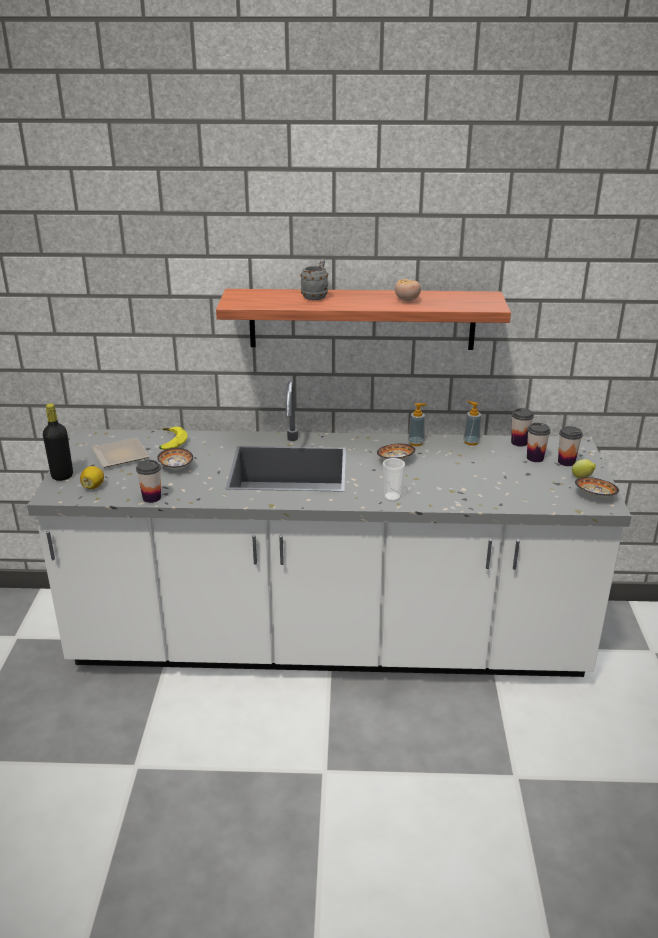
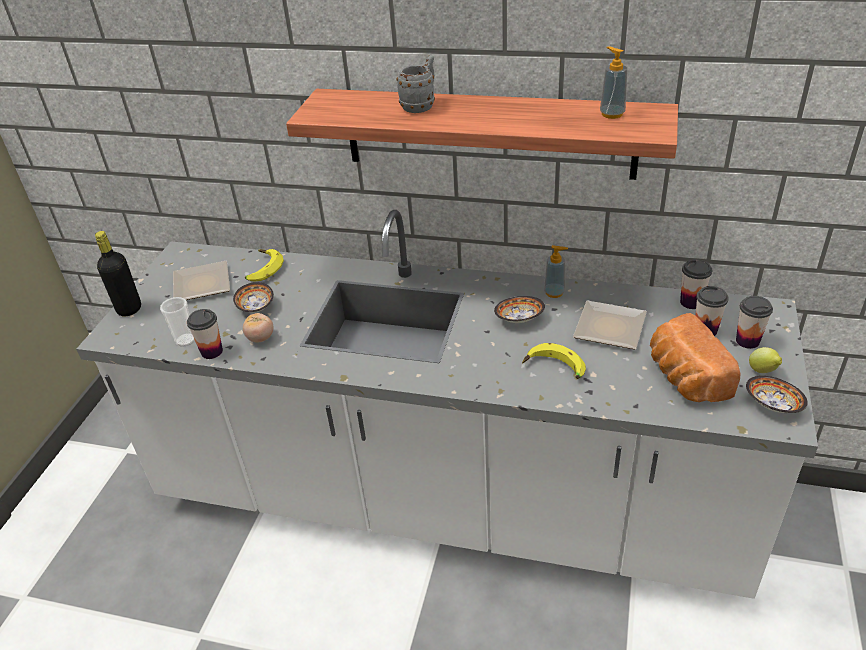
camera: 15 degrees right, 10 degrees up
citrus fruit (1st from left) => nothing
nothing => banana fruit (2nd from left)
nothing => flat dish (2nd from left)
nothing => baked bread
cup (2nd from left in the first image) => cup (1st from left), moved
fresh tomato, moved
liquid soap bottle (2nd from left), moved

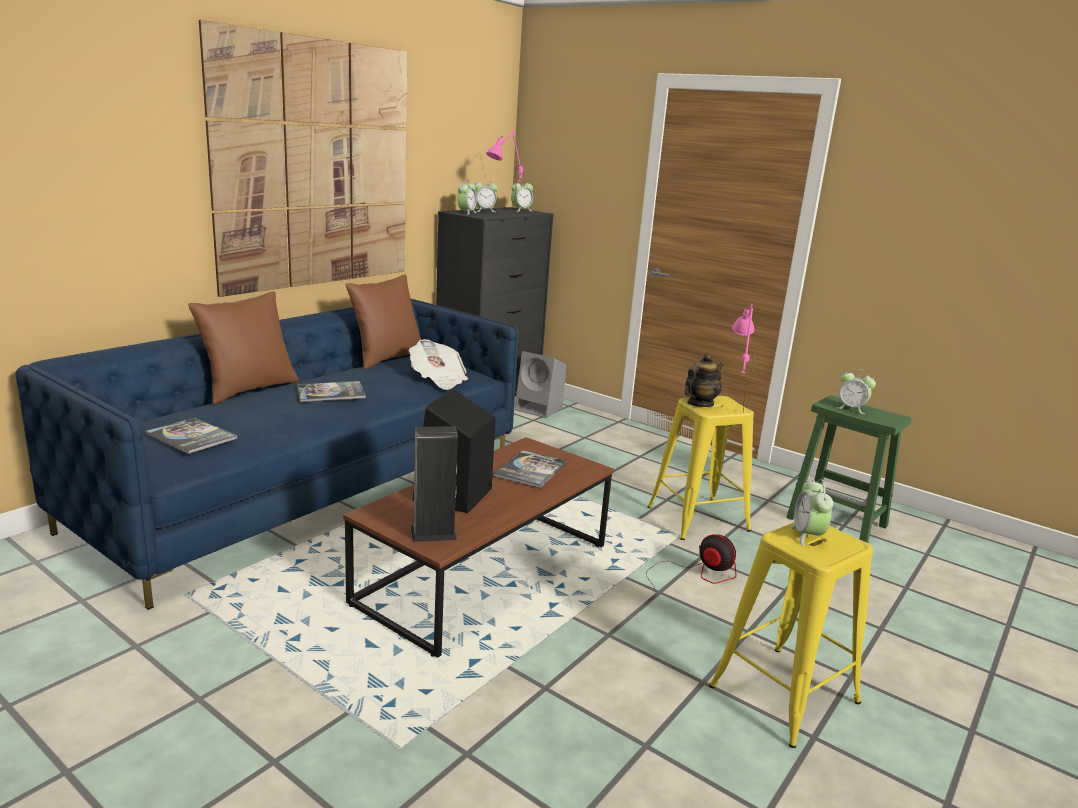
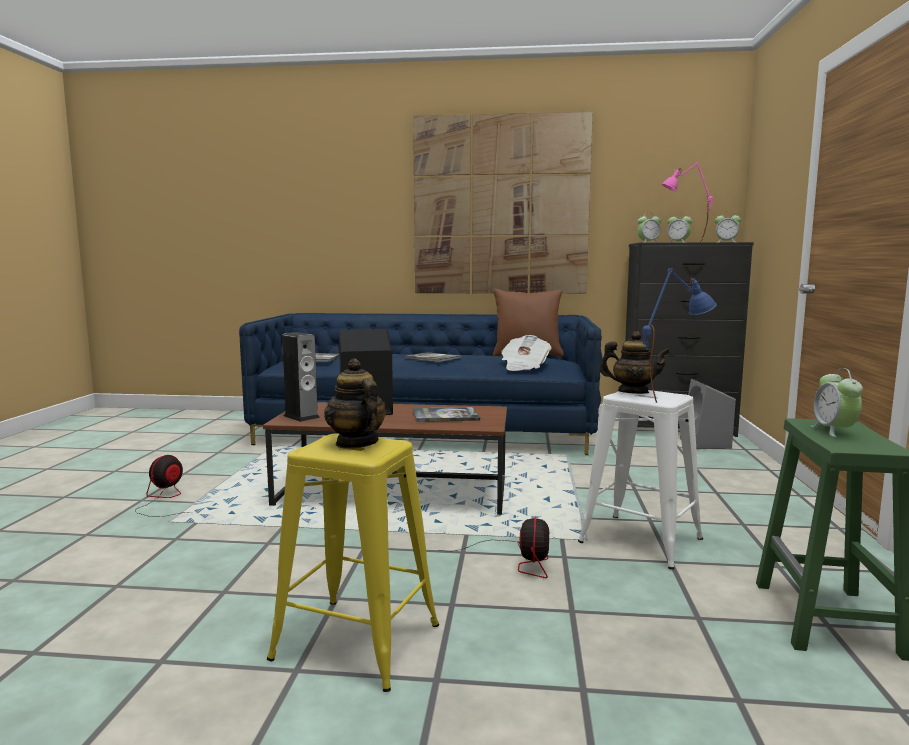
camera: 60 degrees right, 10 degrees down
brownish pillow (1st from left) => nothing
nothing => fan (1st from left)
bedside clock (4th from left) => tea pot (1st from left)
yellowish stool seat (1st from left) => whitish stool seat
pink lamp for a table (2nd from left) => blue lamp for a table

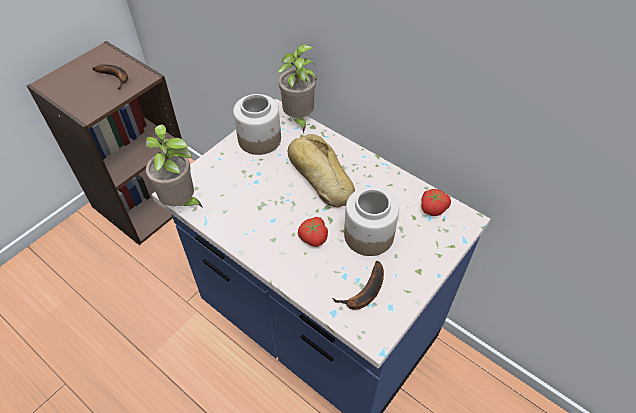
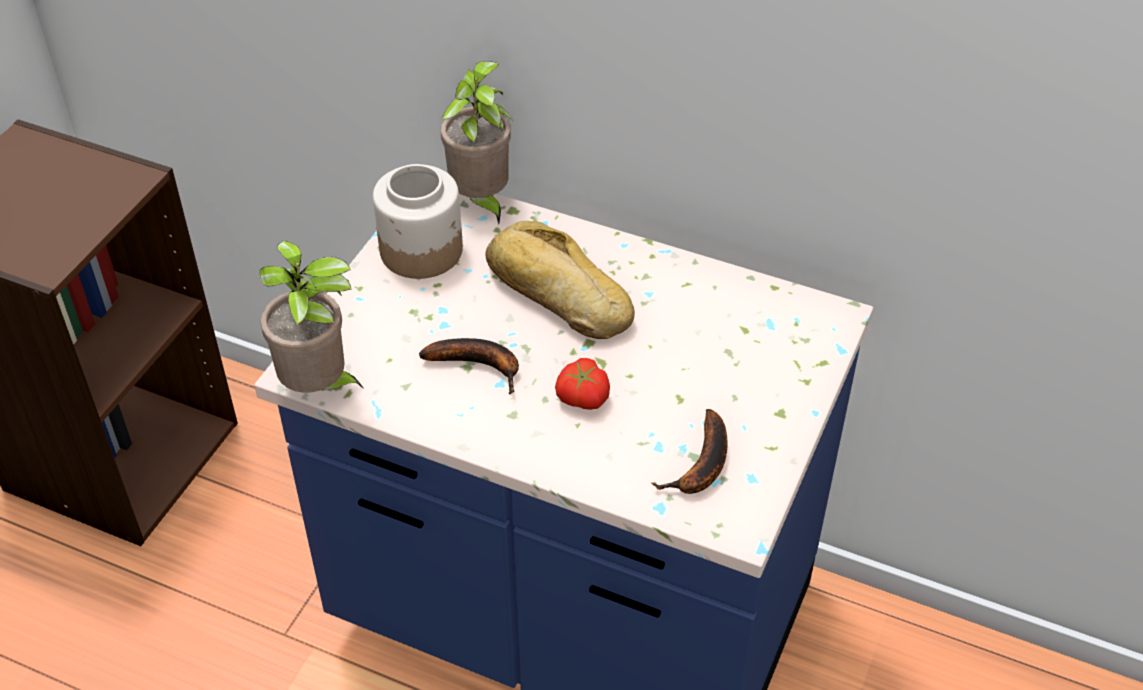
camera: 15 degrees left, 5 degrees down
jar (2nd from left) => nothing
fresh tomato (2nd from left) => nothing
banana fruit (1st from left), moved

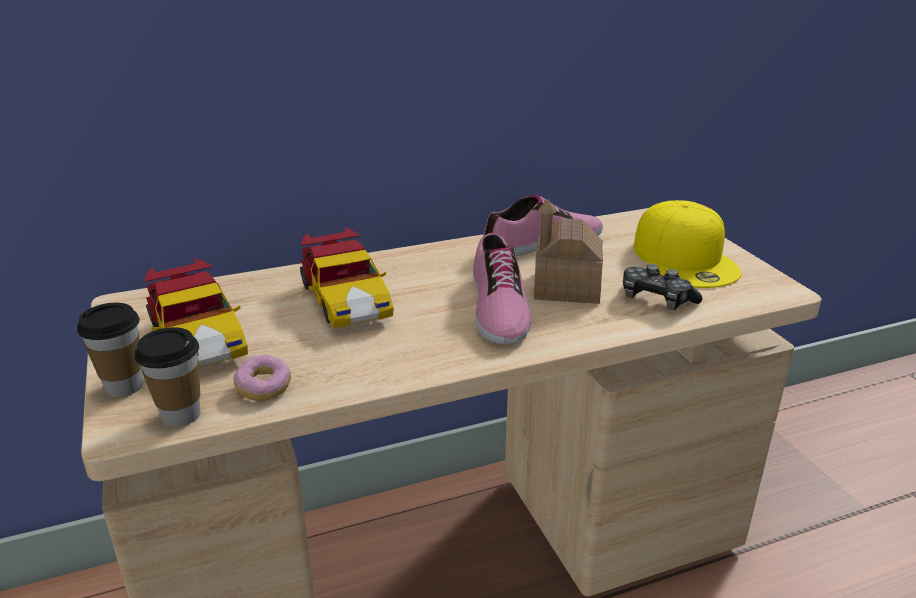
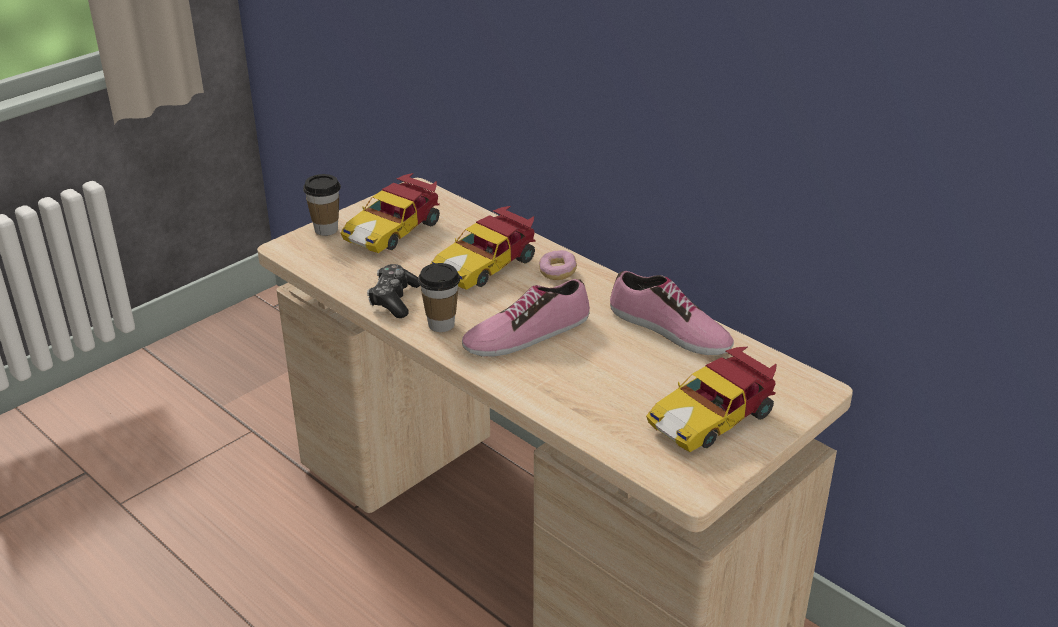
camera: 65 degrees right, 5 degrees up
toy house => nothing
cup (2nd from left), moved
doughnut, moved
gamepad, moved
yellowish peaked cap => miniature car (3rd from left)

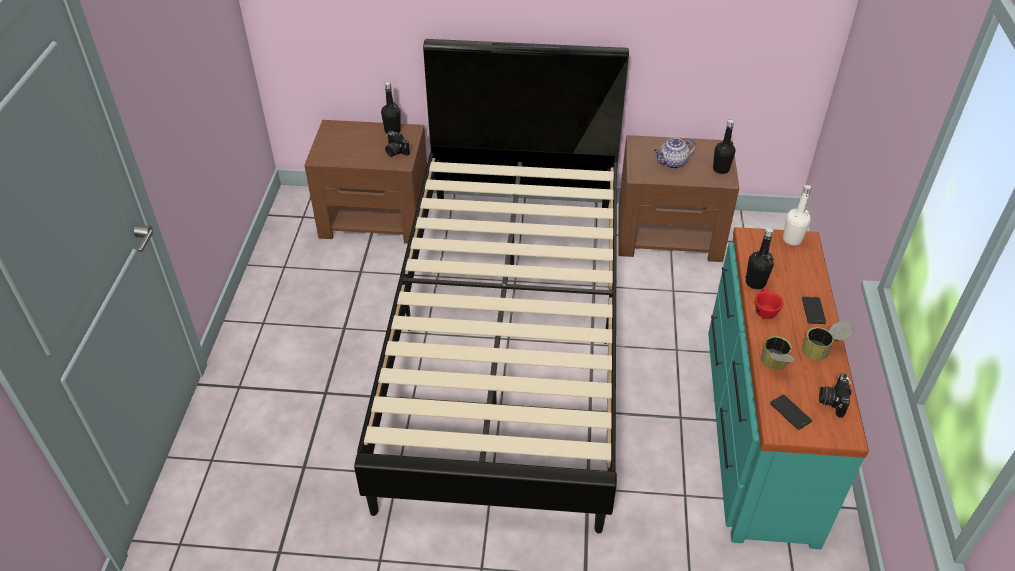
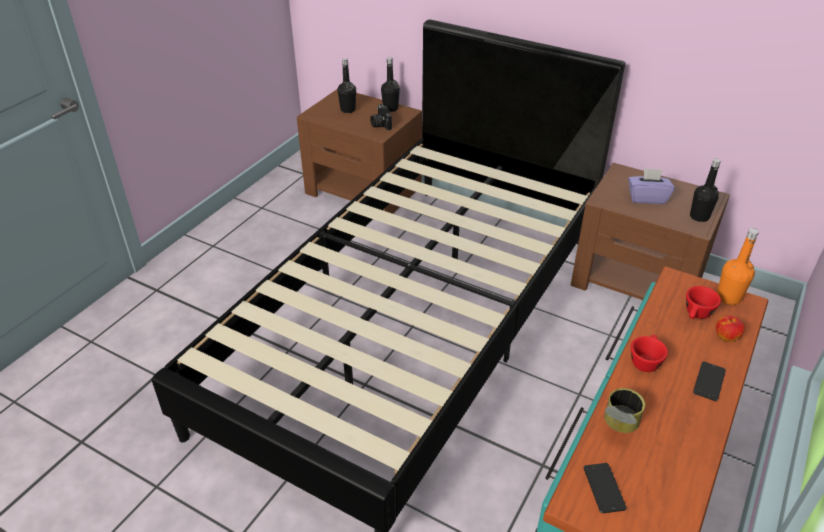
camera: 25 degrees right, 5 degrees down
can (2nd from left) => nothing
still camera (2nd from left) => nothing
nothing => reddish cup (2nd from left)
nothing => apple
black-coloured bottle (3rd from left in the first image) => black-coloured bottle (1st from left), moved
tea pot => purple-coloured tissue holder
whitish bottle => orange-coloured bottle

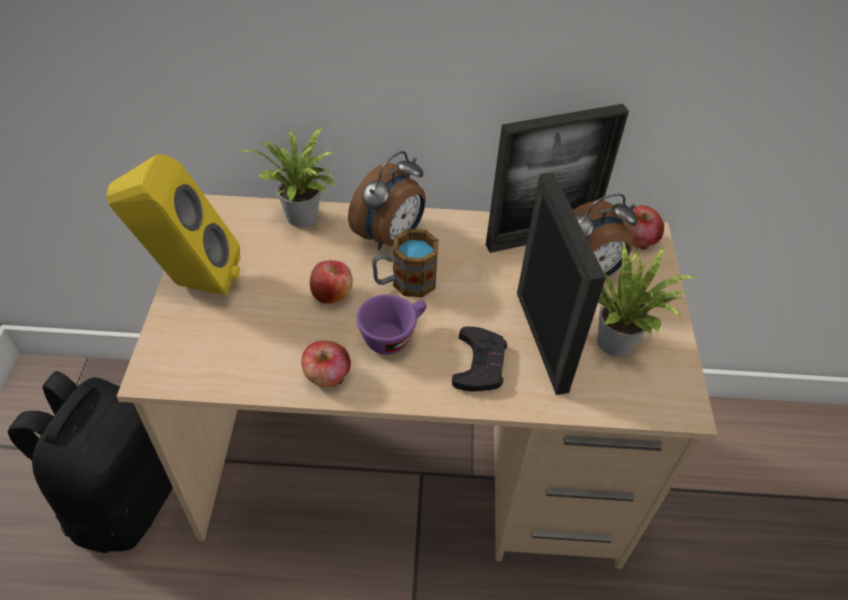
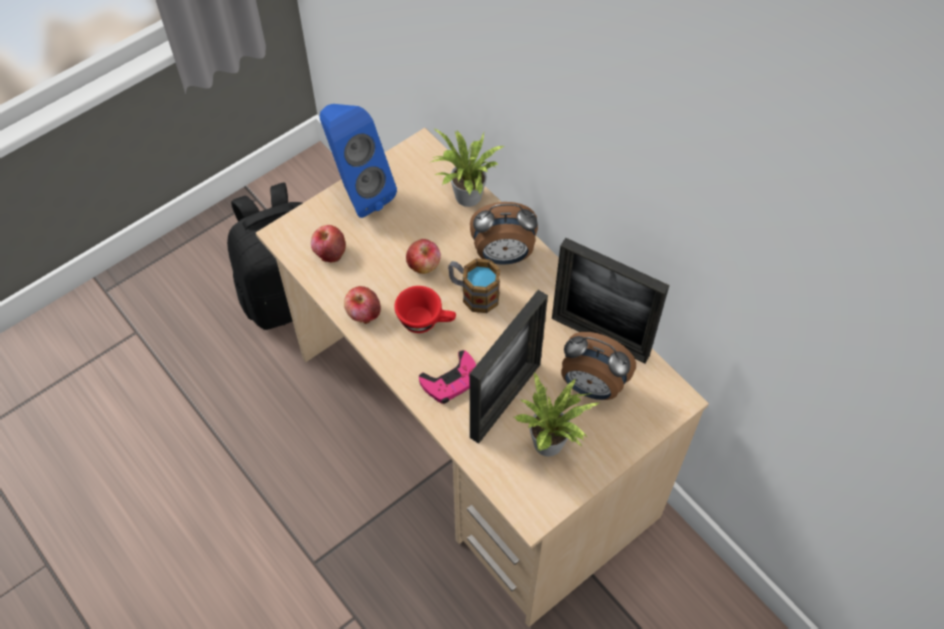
camera: 50 degrees right, 10 degrees up
apple (3rd from left in the first image) => apple (1st from left), moved
yellowish speaker => blue speaker
purple-coloured cup => reddish cup
black-coloured gamepad => pink gamepad

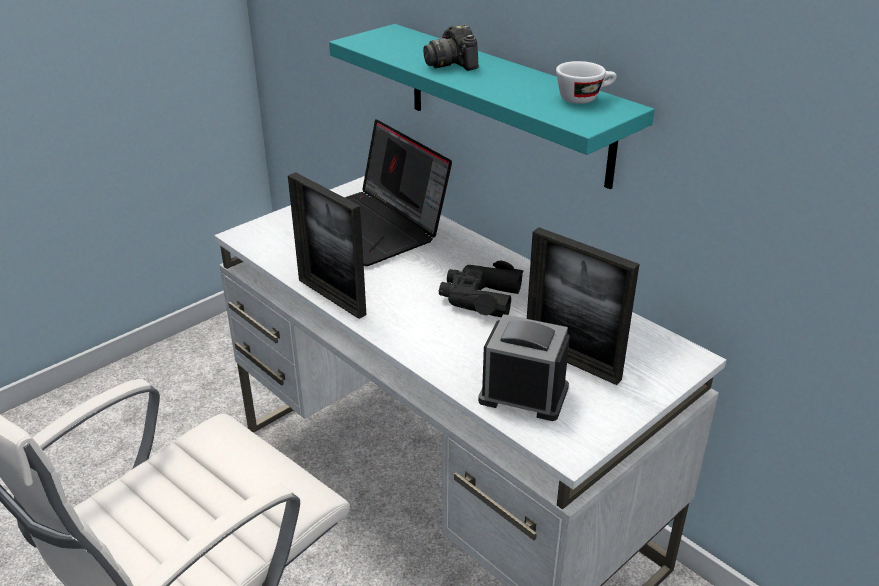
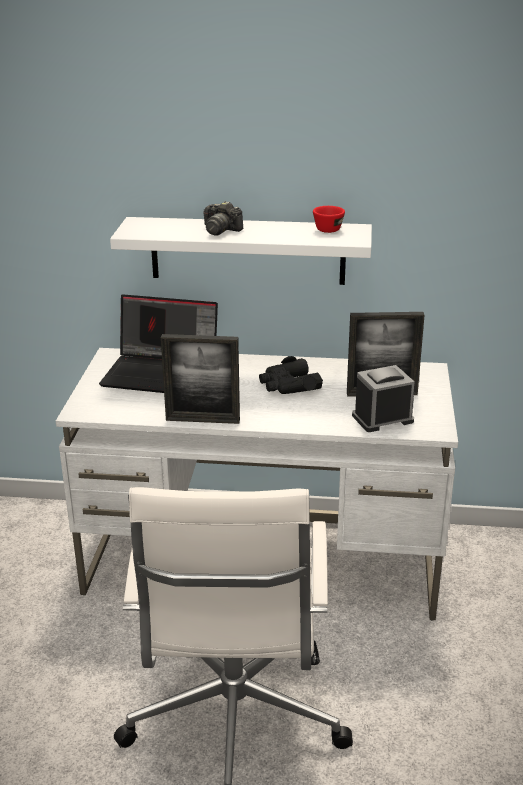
camera: 40 degrees left, 5 degrees down
turquoise-coloured shelf => whitish shelf
whitish cup => reddish cup

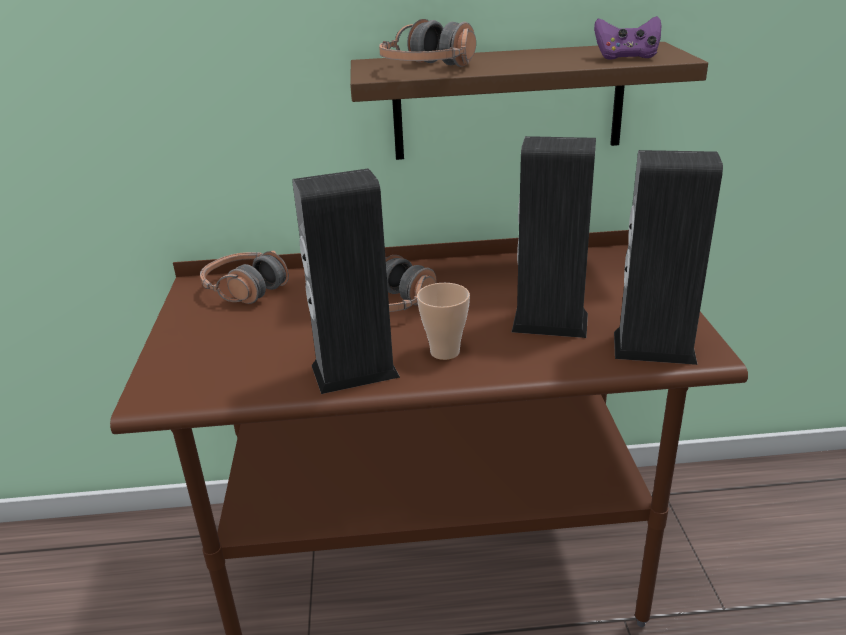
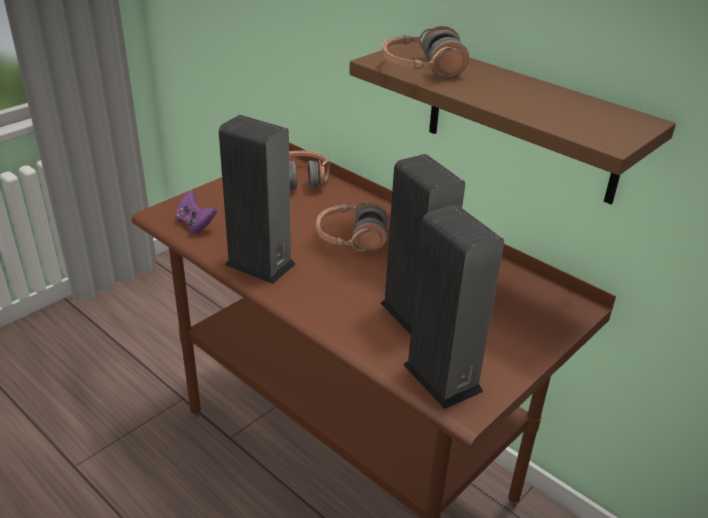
camera: 45 degrees right, 5 degrees up
cup => nothing
purple-coloured gamepad, moved

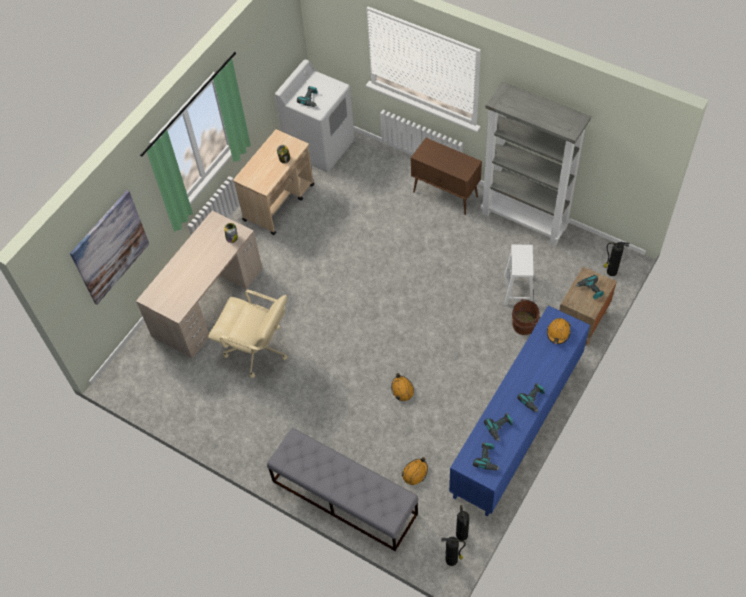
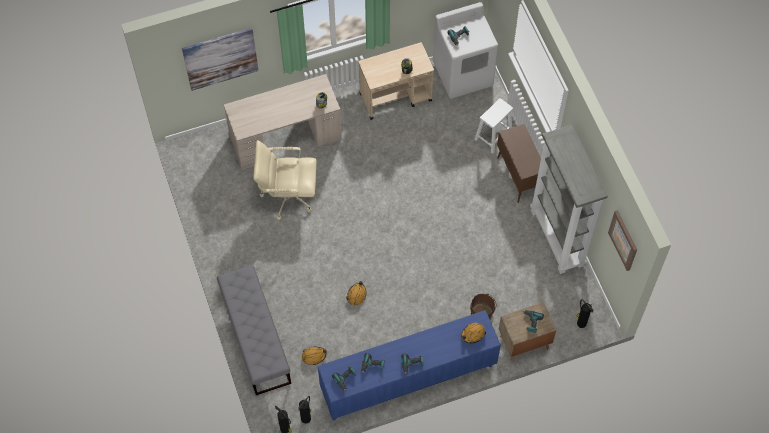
camera: 35 degrees right, 5 degrees up
nothing => wall picture (2nd from left)
whitish stool seat, moved
beige-coloured desk chair, 120 degrees clockwise

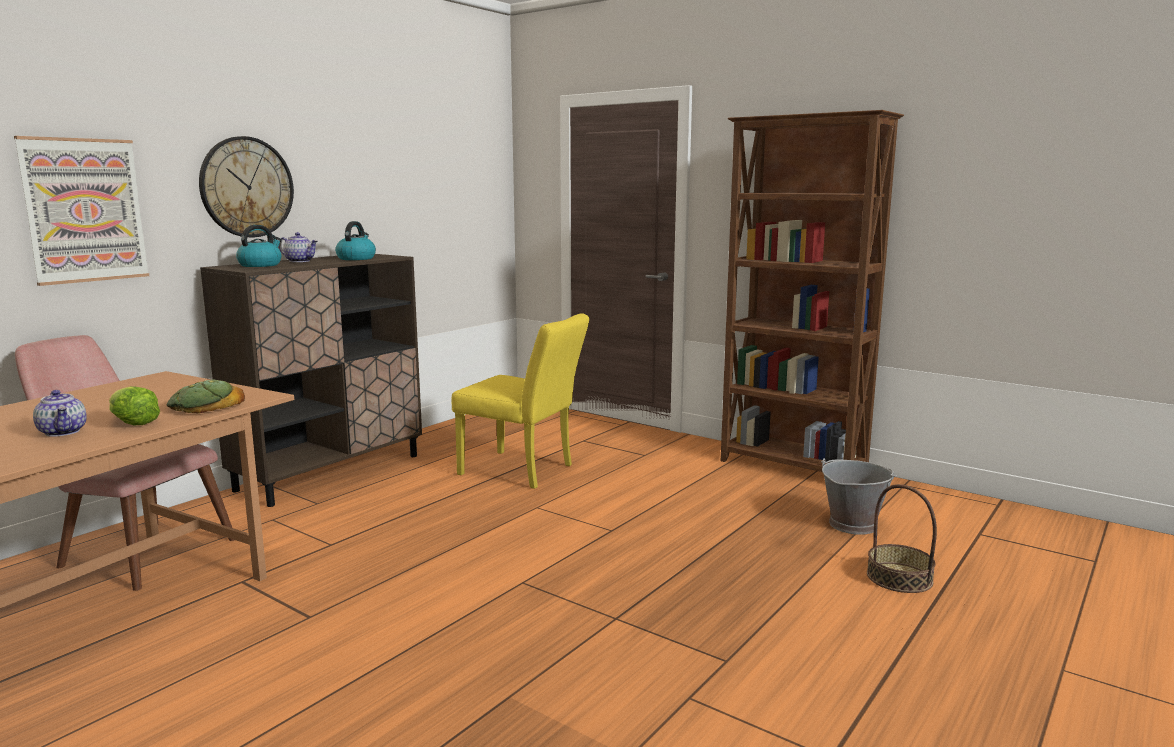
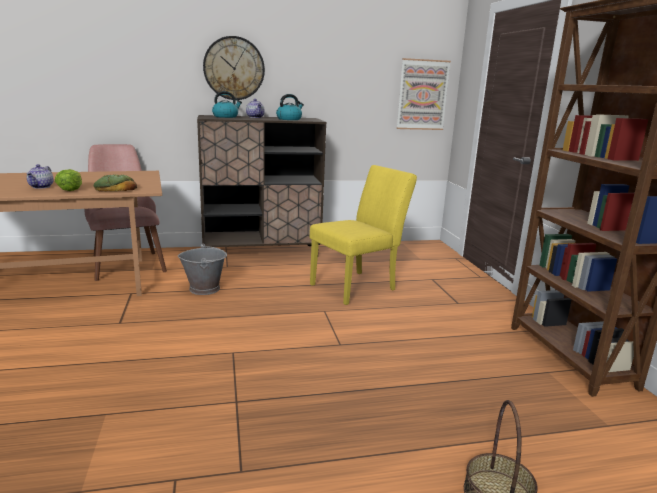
camera: 40 degrees right, 5 degrees up
wall picture, moved
gray bucket, moved
yellowish upright chair, 105 degrees counterclockwise

